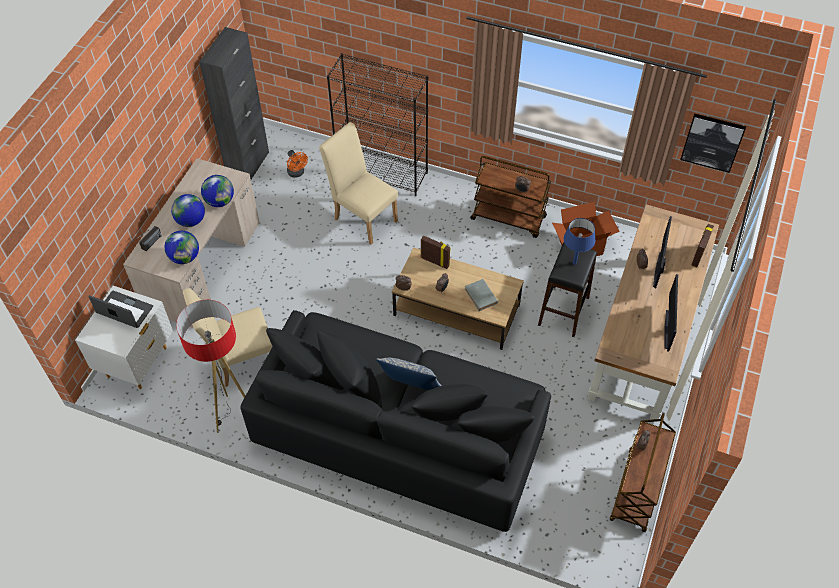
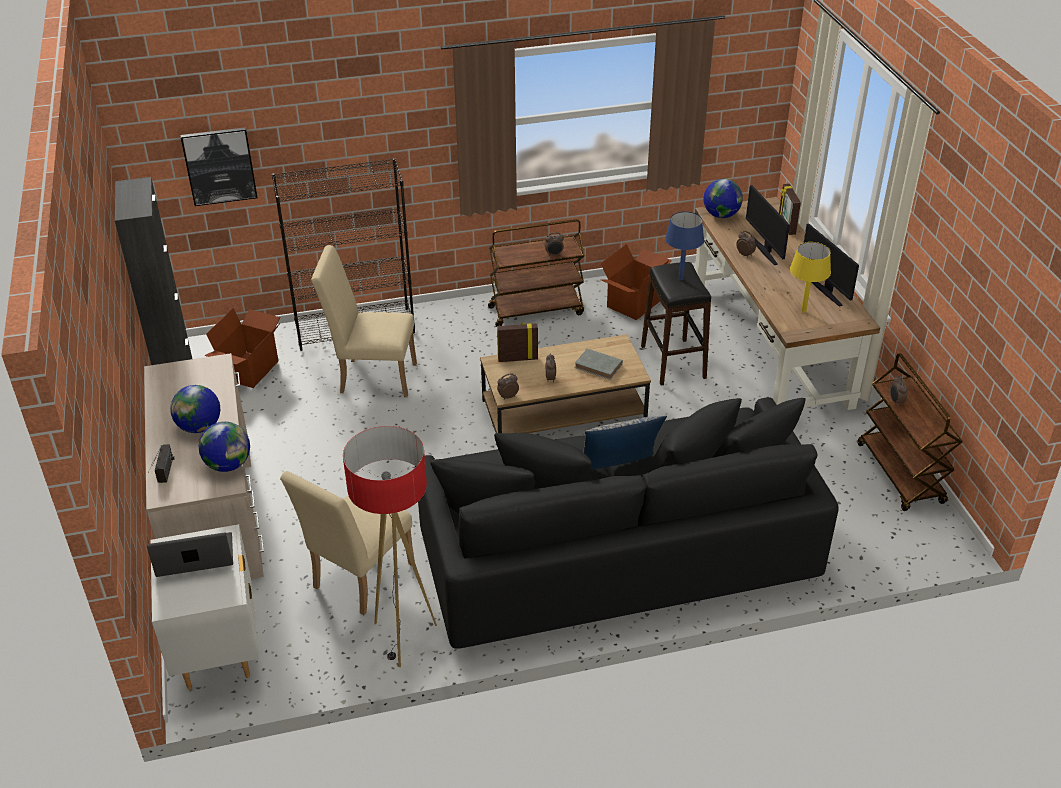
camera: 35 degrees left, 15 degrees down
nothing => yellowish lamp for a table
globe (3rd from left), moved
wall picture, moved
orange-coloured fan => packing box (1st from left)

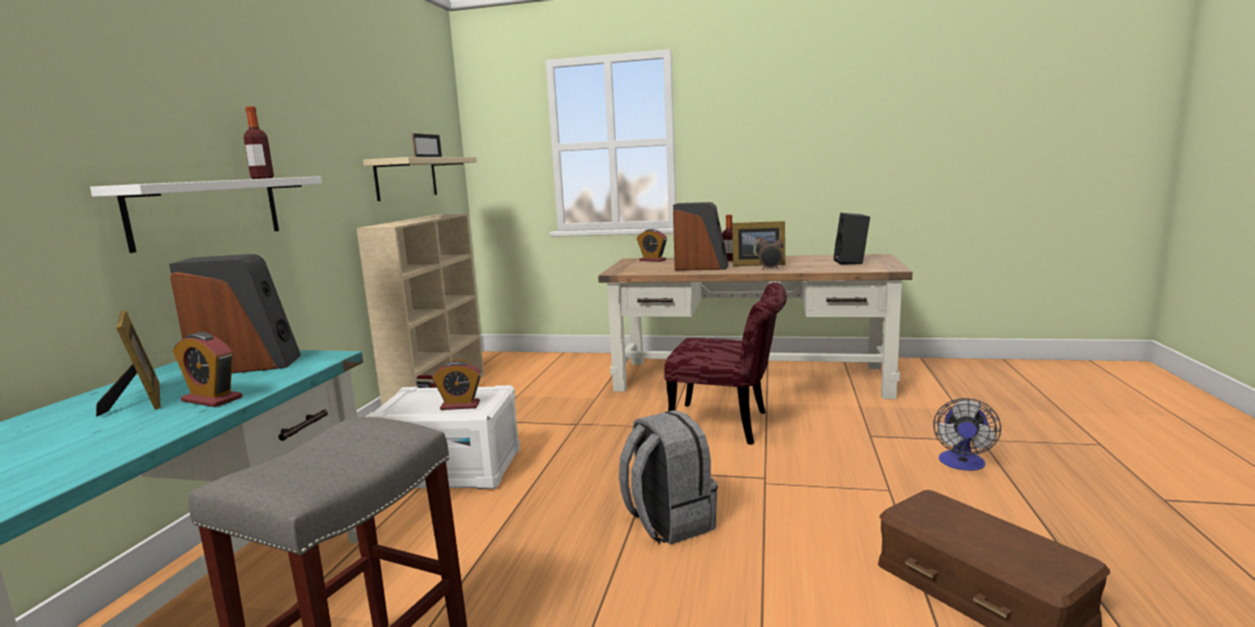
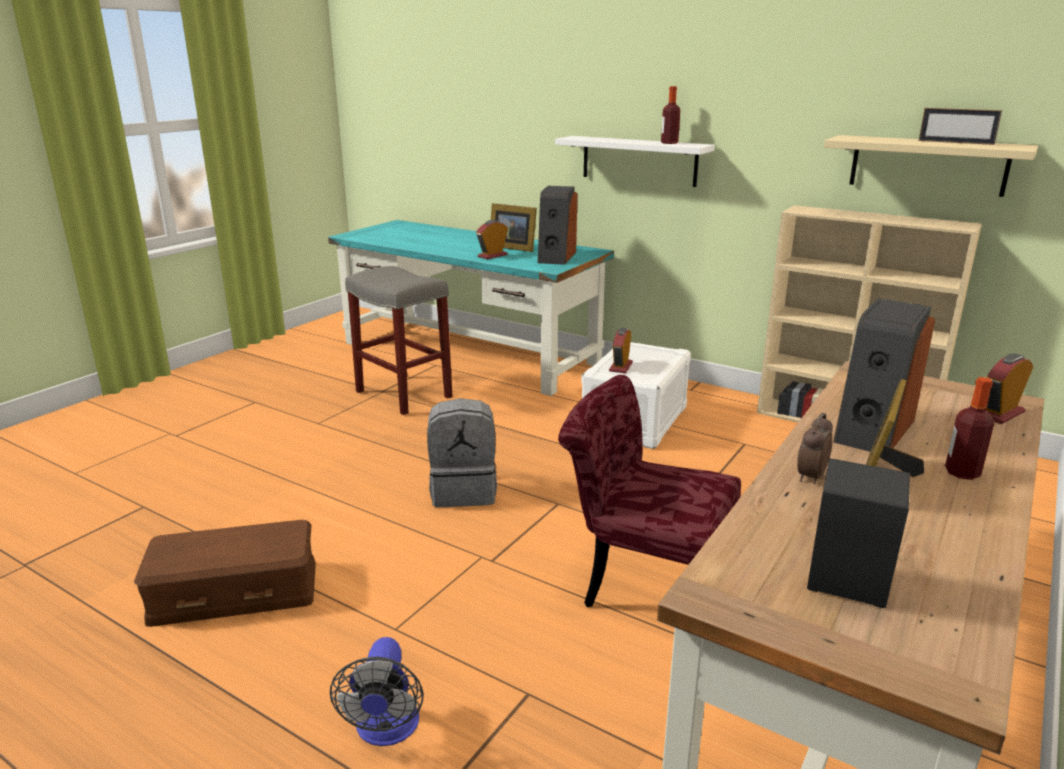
camera: 110 degrees right, 10 degrees up
picture frame (1st from left), 45 degrees clockwise
reddish upright chair, 75 degrees clockwise
fan, 135 degrees counterclockwise

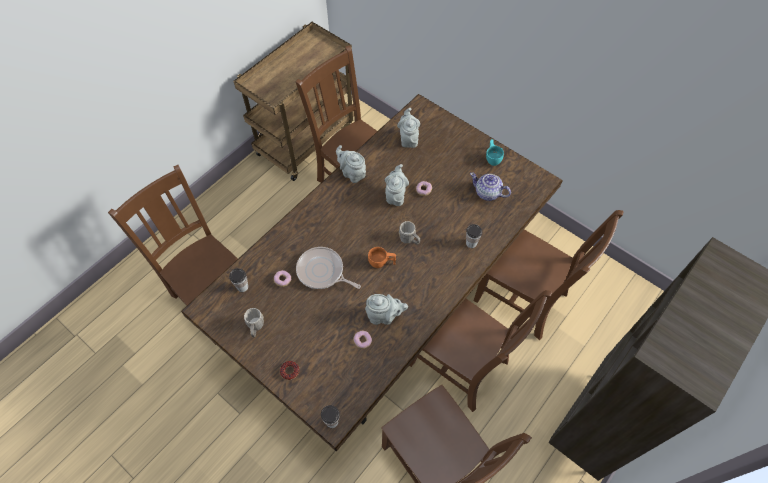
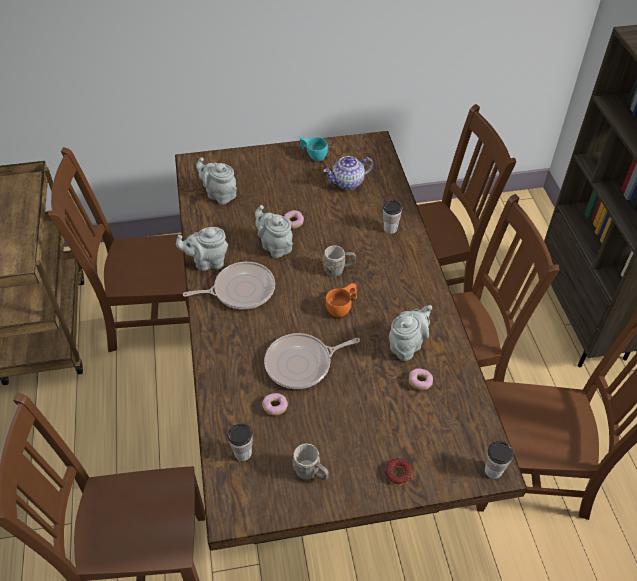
camera: 50 degrees left, 10 degrees down
nothing => frying pan (1st from left)

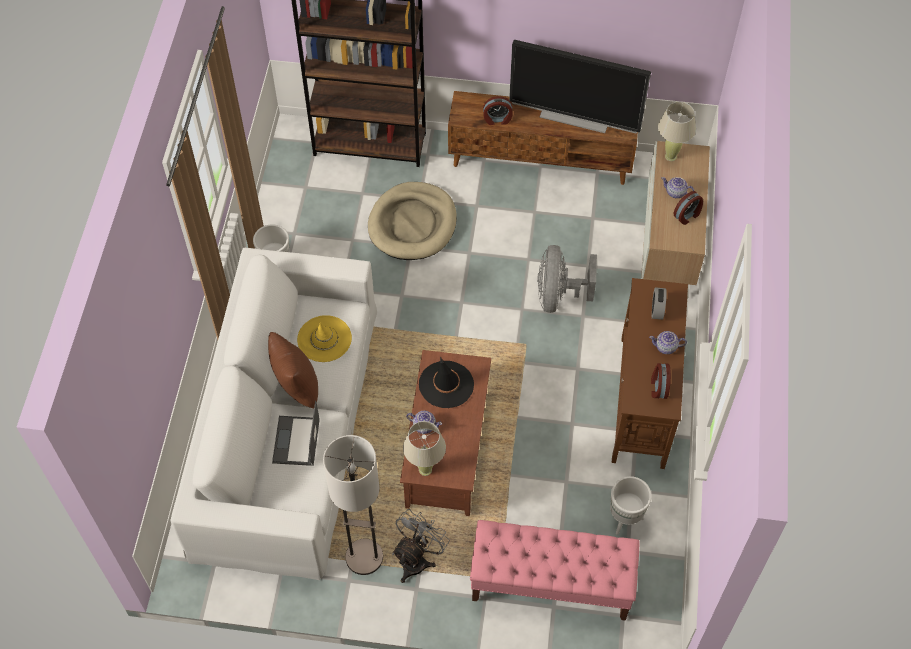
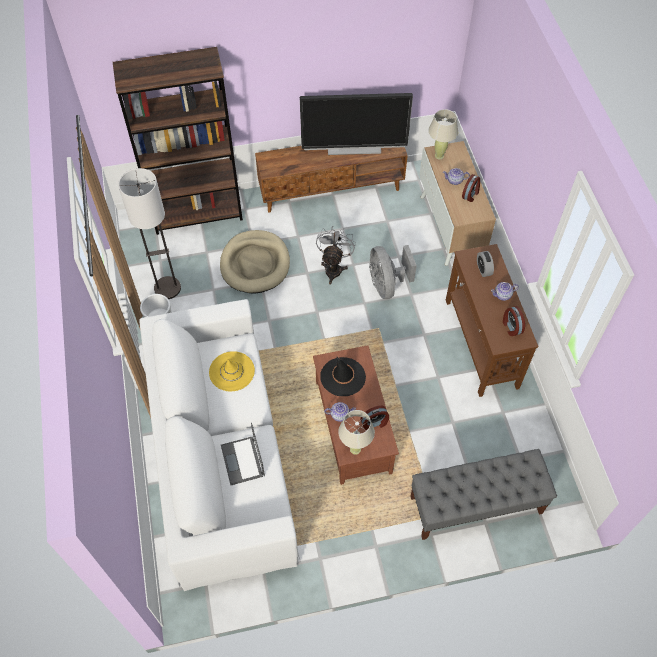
camera: 20 degrees left, 0 degrees up
brownish pillow => nothing
whitish plant pot (2nd from left) => nothing
standard lamp, moved
gray fan (1st from left), moved
bedside clock (1st from left), moved
pink long seat => gray long seat

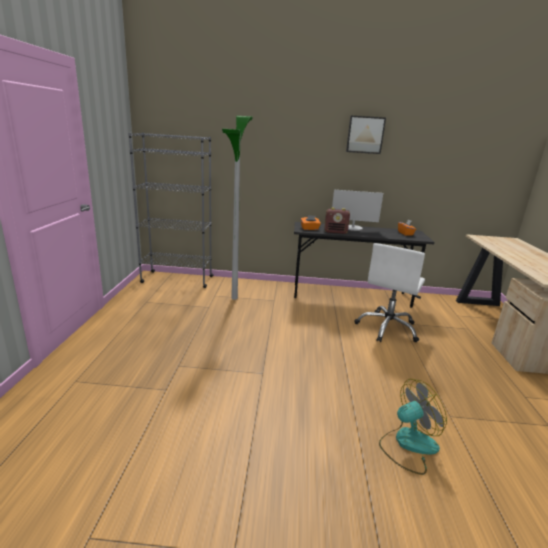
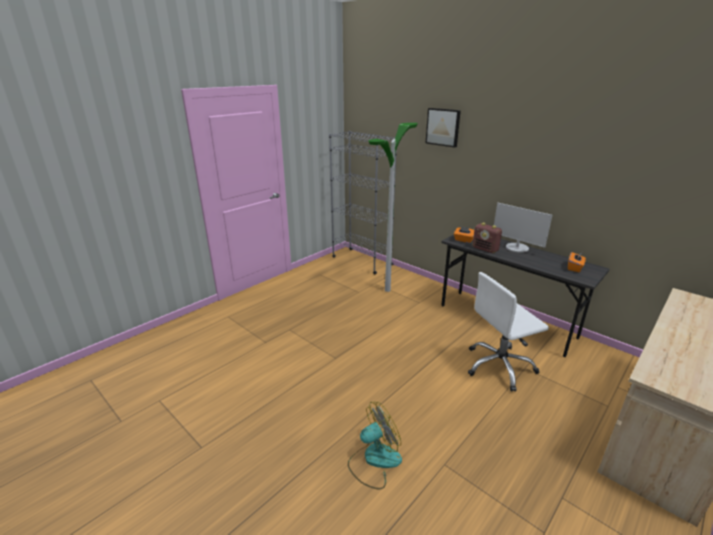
camera: 40 degrees right, 5 degrees up
wall picture, moved
fan, 45 degrees counterclockwise

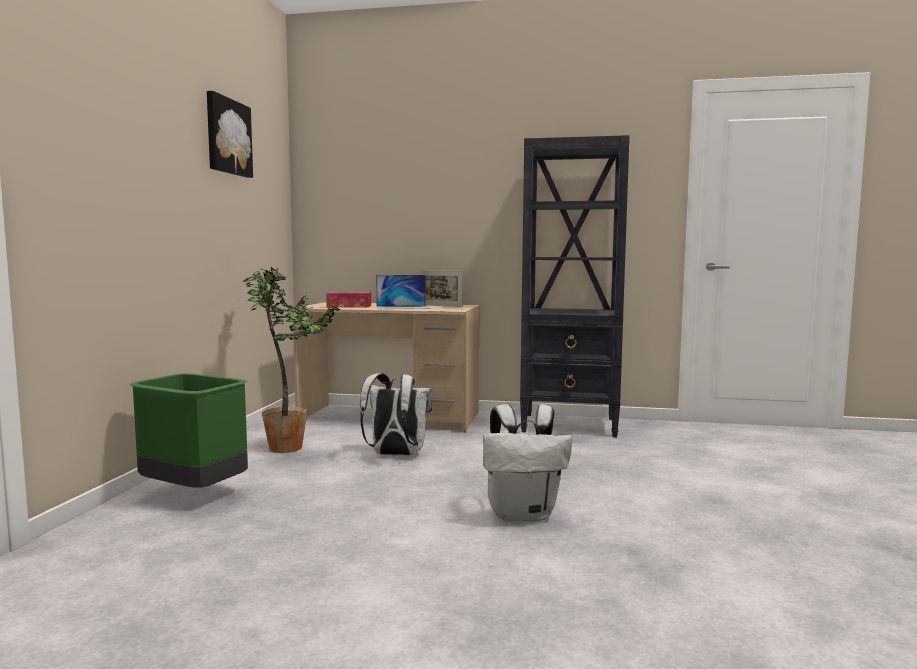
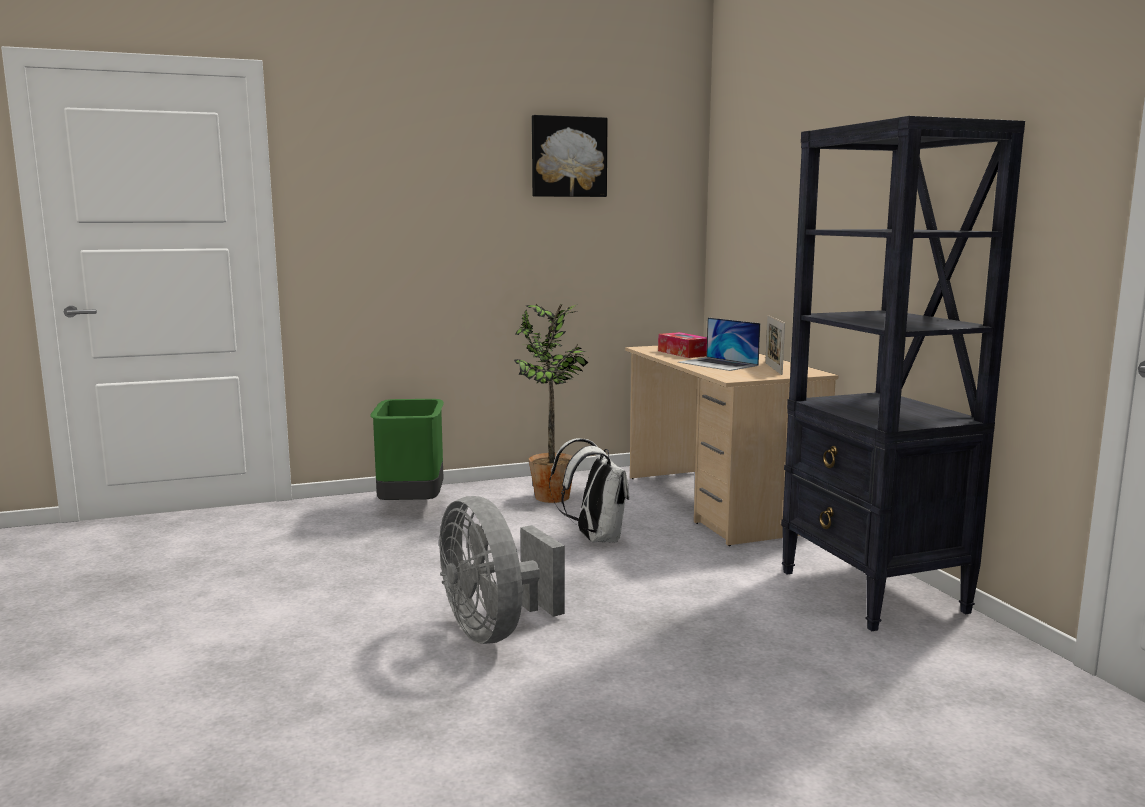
camera: 60 degrees right, 5 degrees up
whitish rucksack (2nd from left) => gray fan

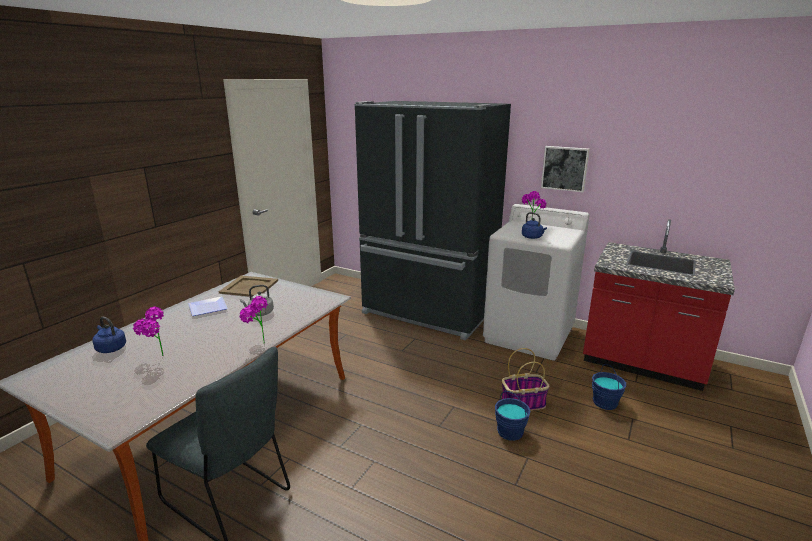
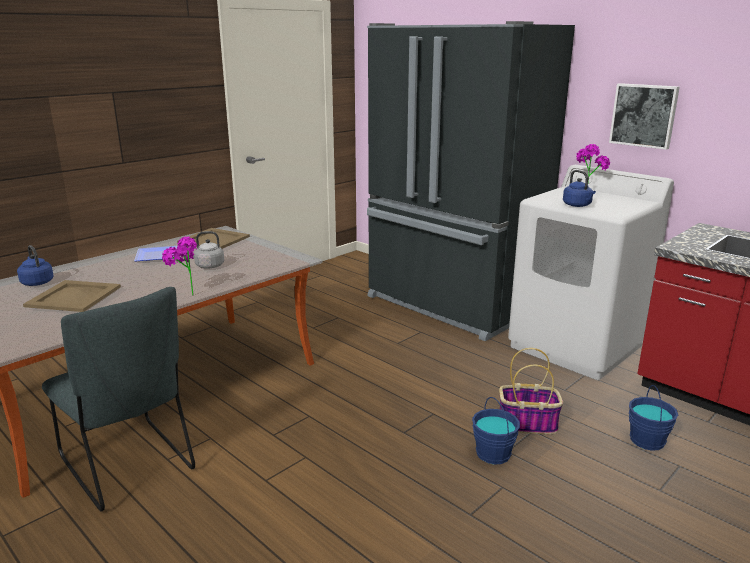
camera: 15 degrees right, 0 degrees up
potted plant (1st from left) => beige-coloured tray (1st from left)

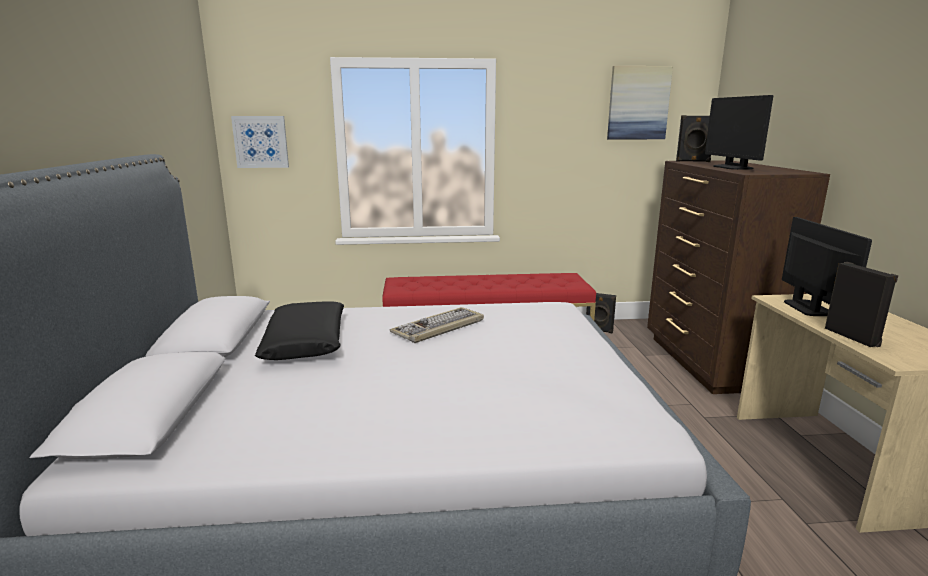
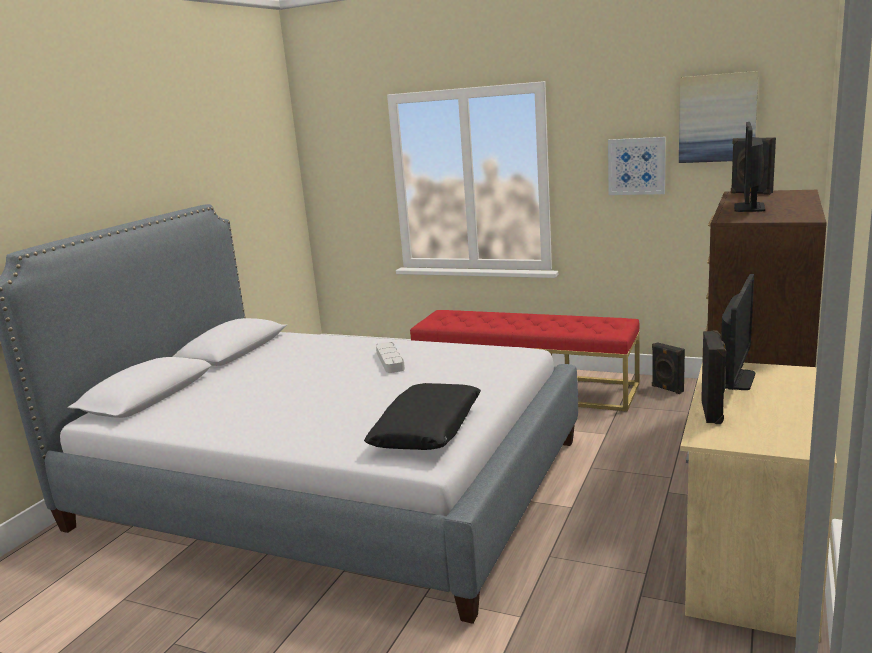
camera: 30 degrees right, 0 degrees up
wall picture (1st from left), moved
black-coloured pillow, moved
computer keyboard => gray tray

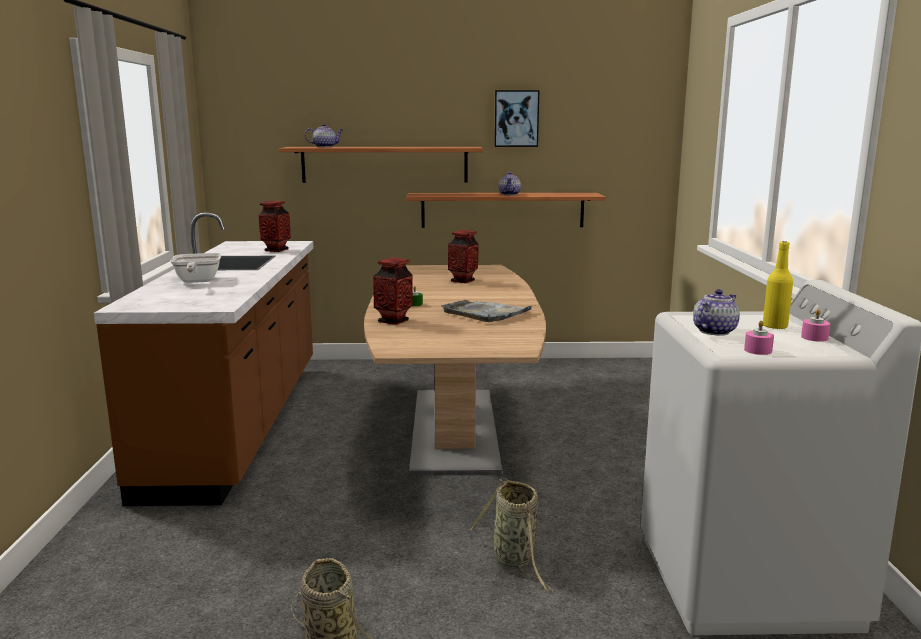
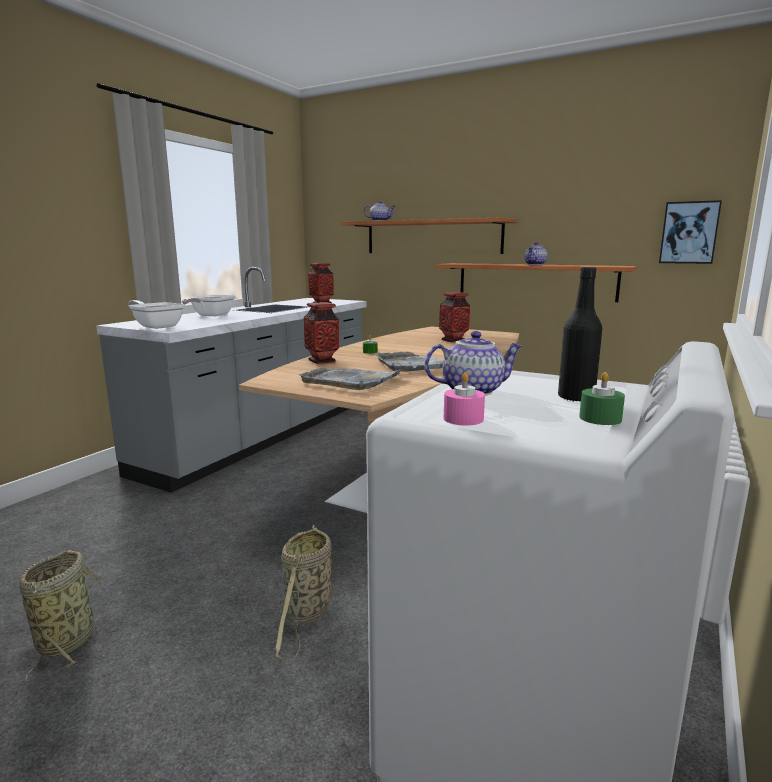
camera: 30 degrees right, 0 degrees up
nothing => frying pan (1st from left)
nothing => gray tray (1st from left)
wall picture, moved
brownish counter => gray counter
yellowish bottle => black-coloured bottle
pink candle (2nd from left) => greenish candle (2nd from left)

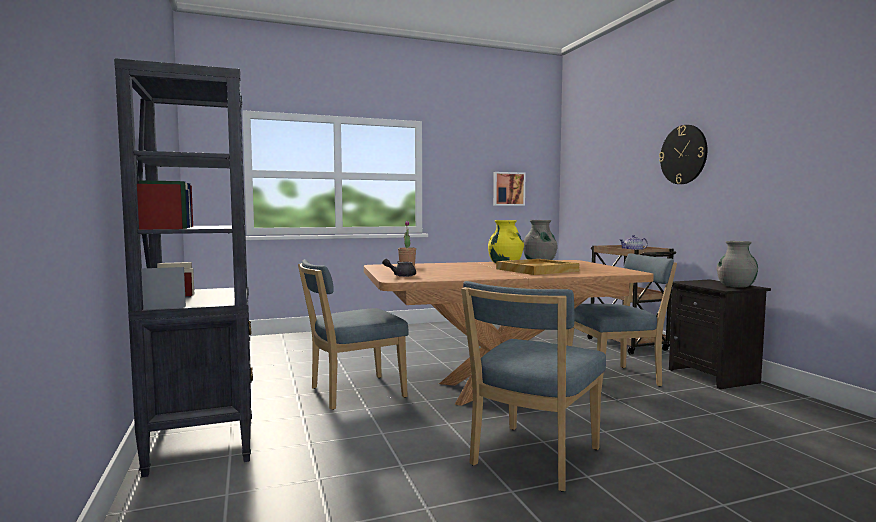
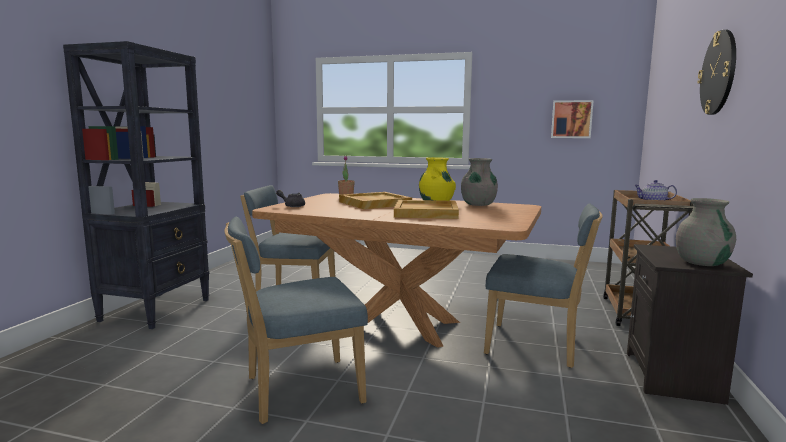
camera: 35 degrees right, 5 degrees up
nothing => beige-coloured tray (1st from left)

